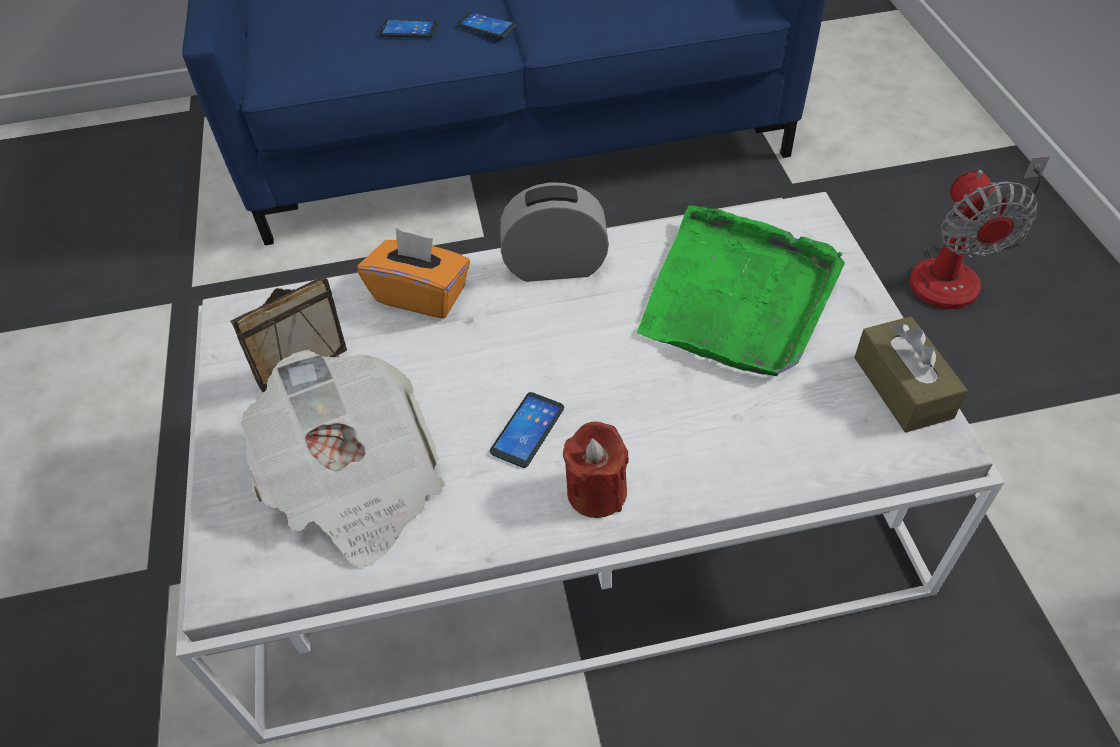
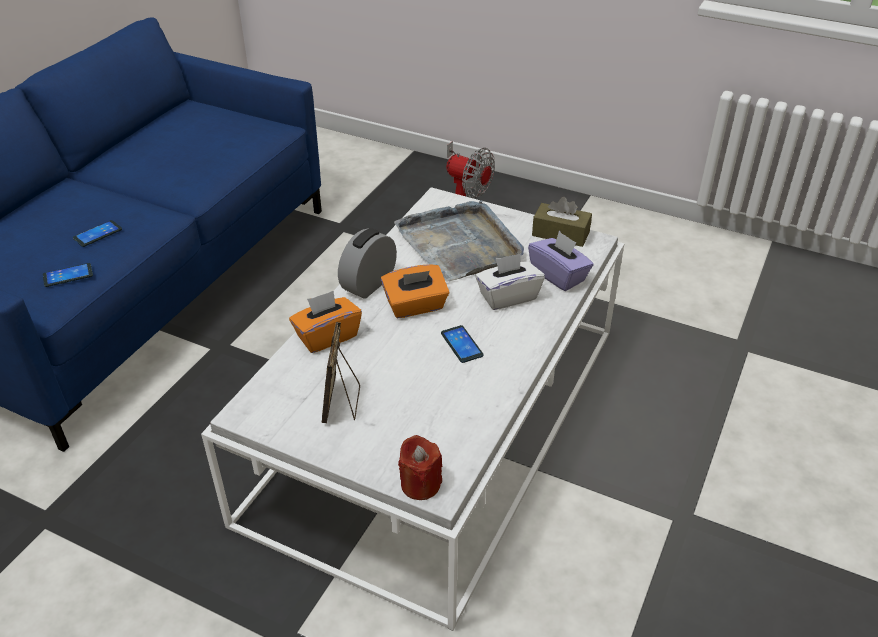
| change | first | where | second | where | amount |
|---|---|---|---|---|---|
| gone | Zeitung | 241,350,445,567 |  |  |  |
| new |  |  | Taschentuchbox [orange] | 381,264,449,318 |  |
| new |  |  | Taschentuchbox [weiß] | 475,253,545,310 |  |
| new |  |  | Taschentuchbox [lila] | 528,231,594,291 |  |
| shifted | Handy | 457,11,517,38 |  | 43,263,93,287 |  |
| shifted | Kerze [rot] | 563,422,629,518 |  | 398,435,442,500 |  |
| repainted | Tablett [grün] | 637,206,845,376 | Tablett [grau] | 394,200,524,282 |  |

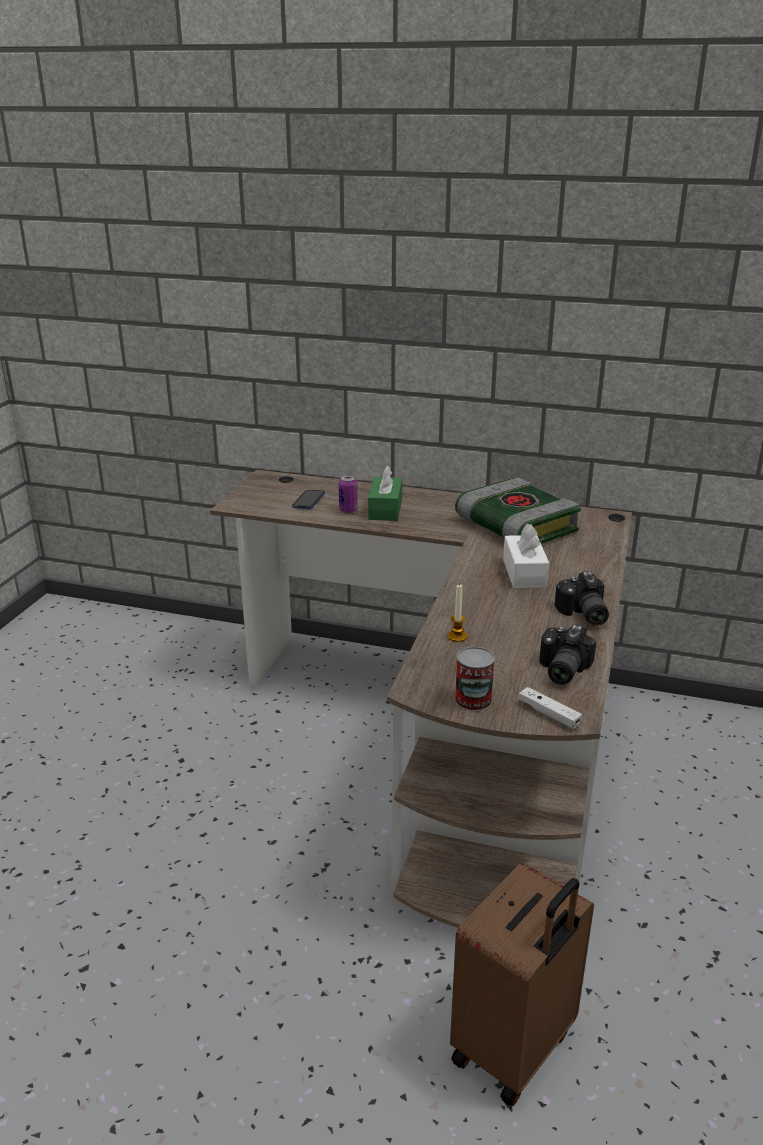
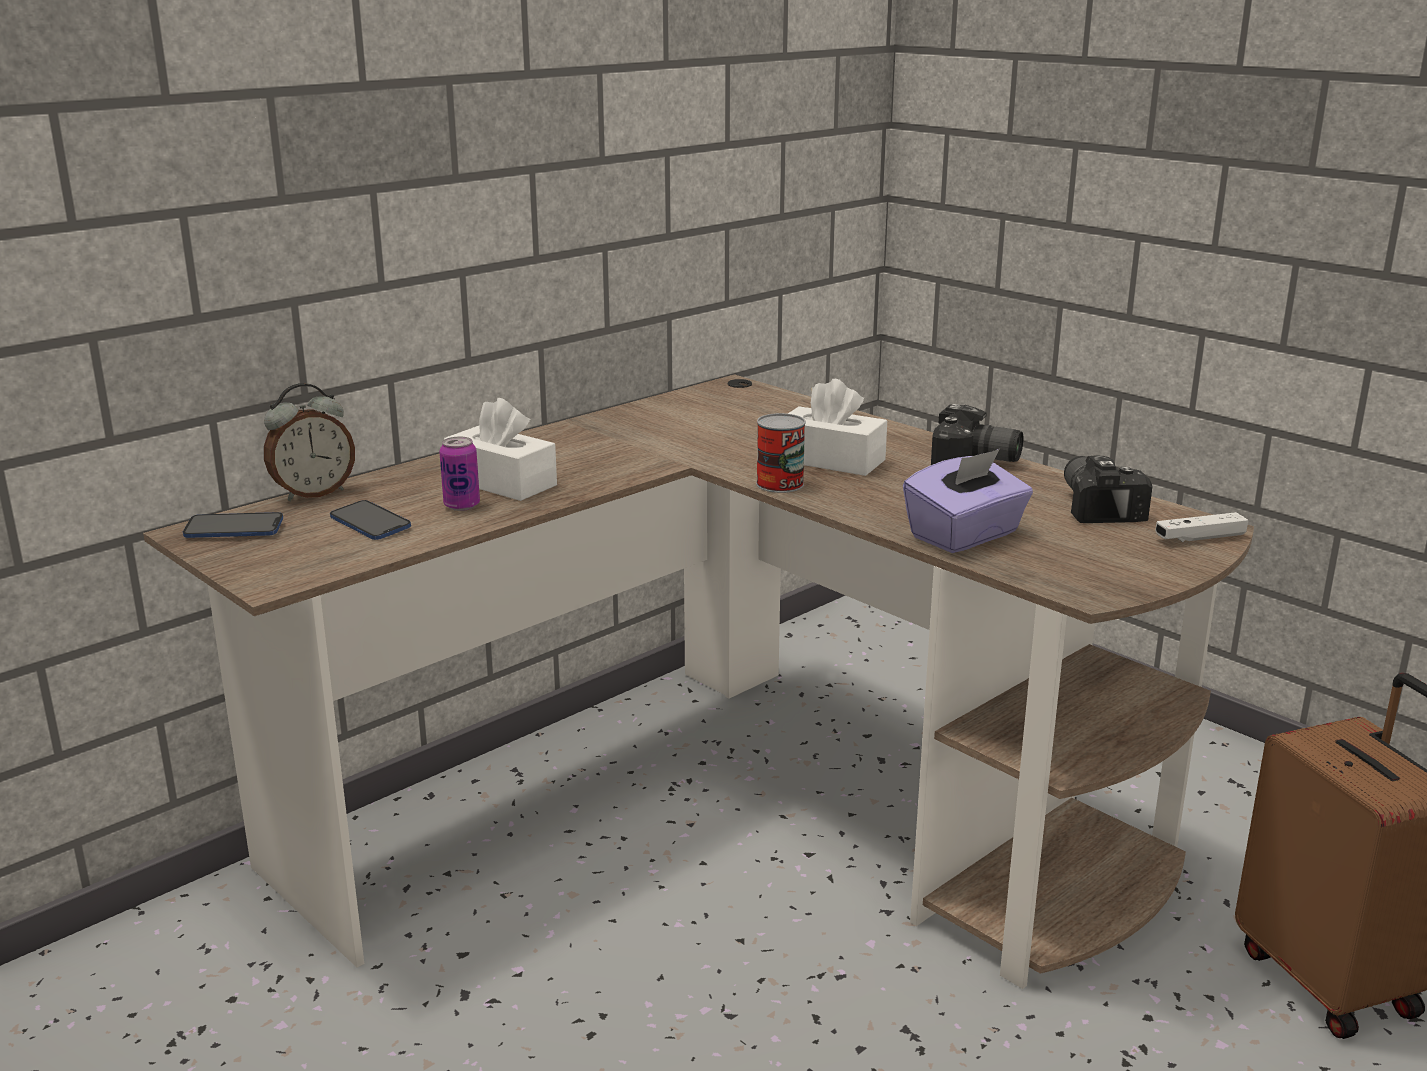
| change | first | where | second | where | amount |
|---|---|---|---|---|---|
| gone | Buch | 455,477,581,544 |  |  |  |
| new |  |  | Handy | 183,512,283,538 |  |
| new |  |  | Wecker | 264,383,355,501 |  |
| shifted | Dose | 455,647,495,711 |  | 756,413,806,493 |  |
| swapped | Kerze | 447,584,467,642 | Taschentuchbox [lila] | 903,449,1033,553 |  |
| repainted | Taschentuchbox [grün] | 368,465,402,521 | Taschentuchbox [weiß] | 444,398,557,501 |  |
| rotated | Kamera | 539,624,596,685 |  | 1064,455,1152,523 | 150 degrees counterclockwise |

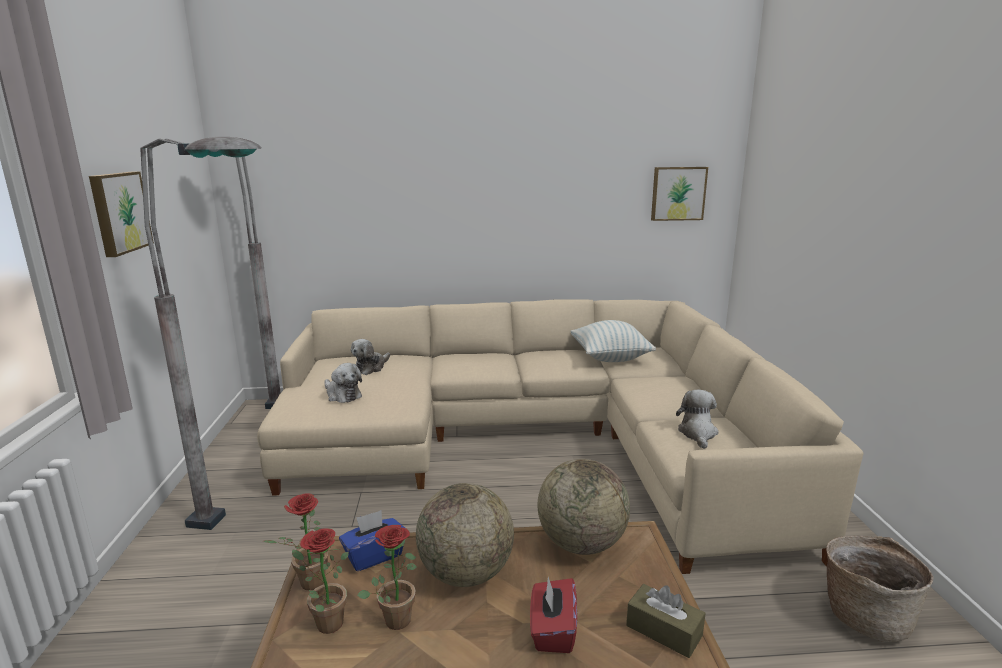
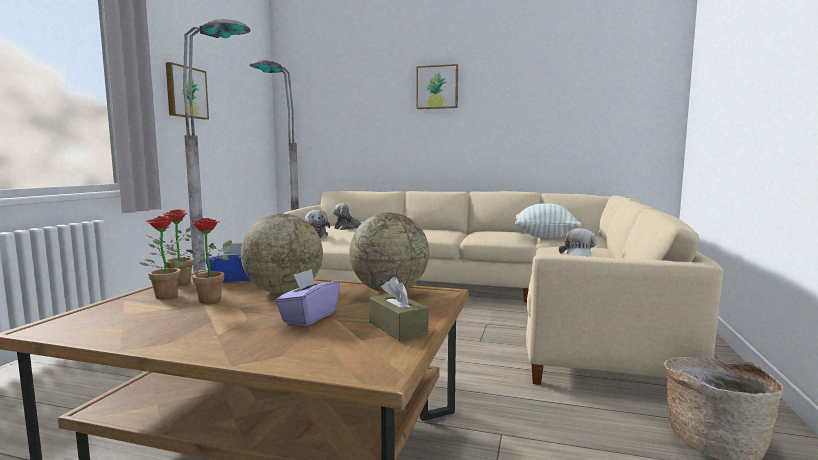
| change | first | where | second | where | amount |
|---|---|---|---|---|---|
| shifted | Bild | 651,167,708,221 |  | 416,64,458,109 |  |
| repainted | Taschentuchbox [rot] | 530,577,577,653 | Taschentuchbox [lila] | 275,269,340,326 |  |

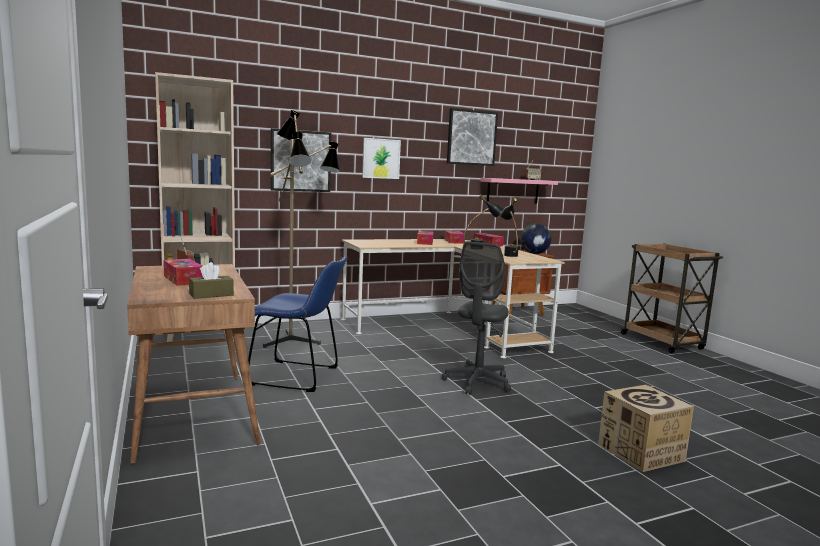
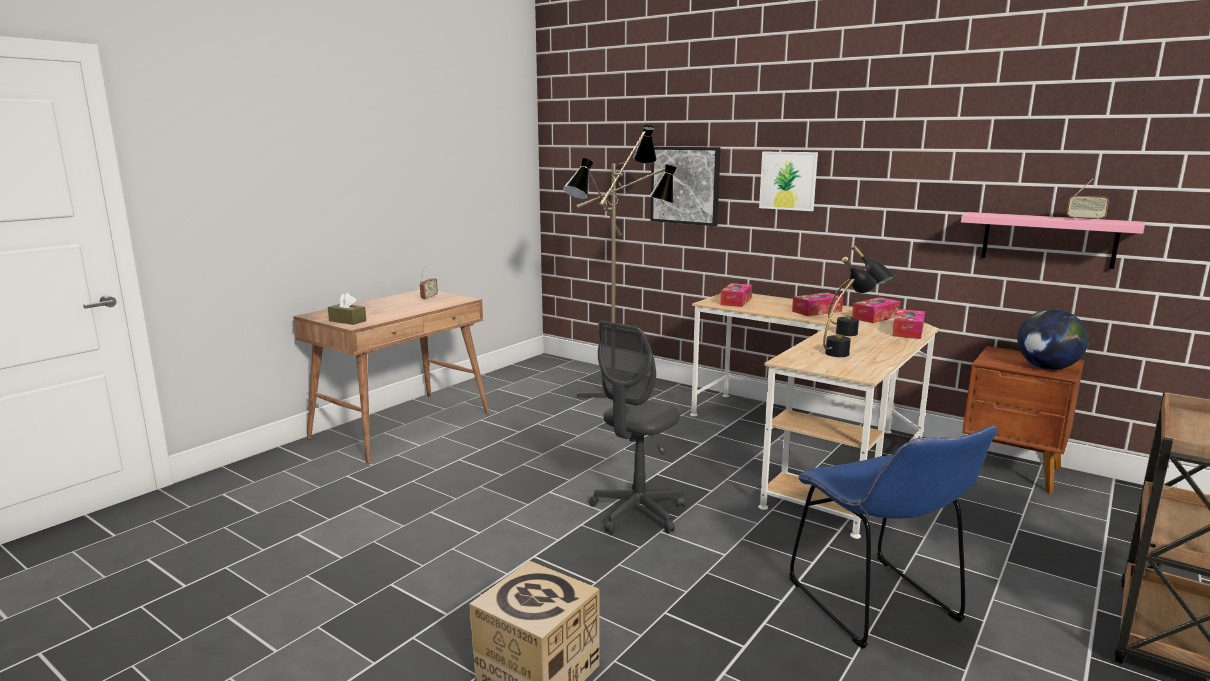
| change | first | where | second | where | amount |
|---|---|---|---|---|---|
| gone | Bücherregal [beige] | 155,72,235,342 |  |  |  |
| gone | Bild | 447,108,498,166 |  |  |  |
| shifted | Taschentuchbox | 163,259,203,286 |  | 720,283,752,307 |  |
| shifted | Stuhl [blau] | 248,255,348,392 |  | 789,426,997,649 |  |
| rotated | Bürostuhl [grau] | 442,241,511,395 |  | 589,321,685,534 | 45 degrees counterclockwise |

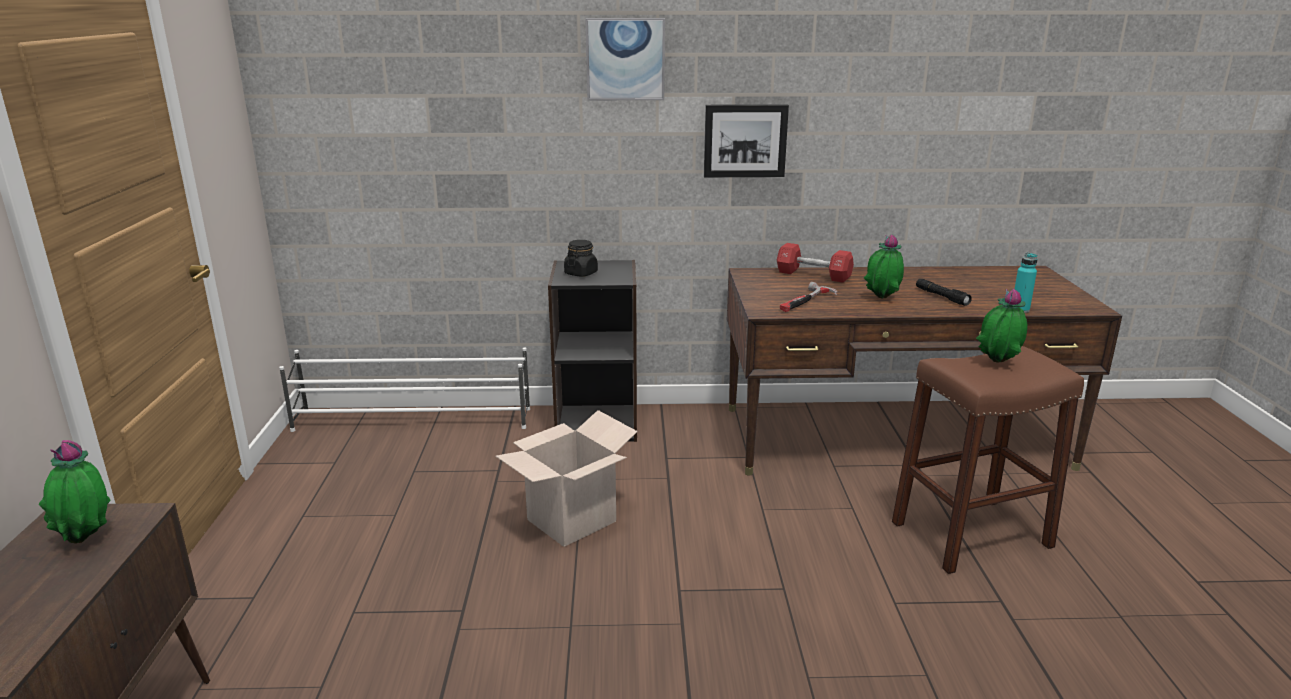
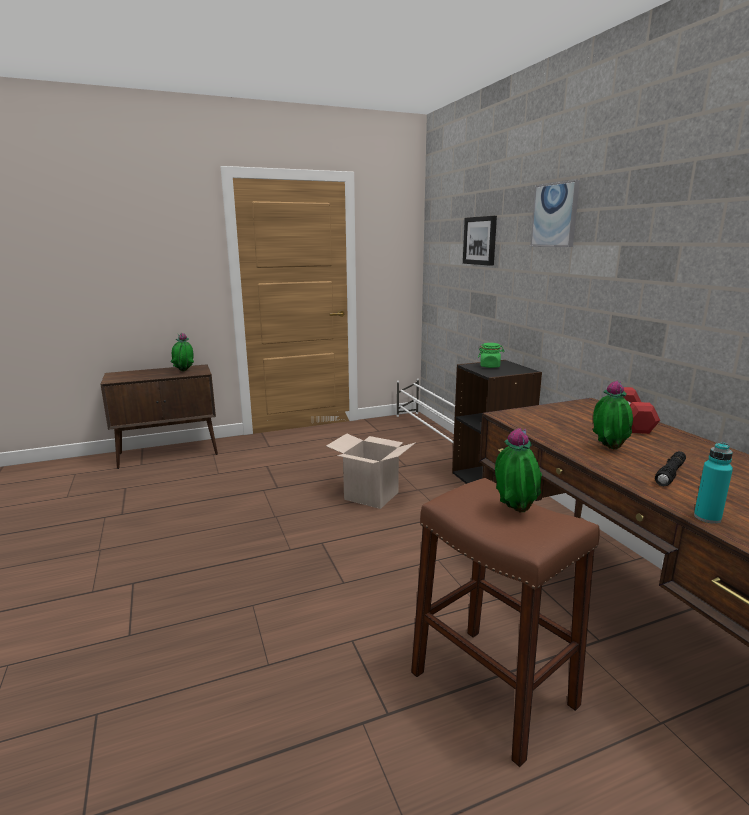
| change | first | where | second | where | amount |
|---|---|---|---|---|---|
| gone | Hammer | 780,282,837,312 |  |  |  |
| shifted | Bild | 704,104,789,177 |  | 463,216,497,266 |  |
| repainted | Vorratsglas [schwarz] | 564,240,598,277 | Vorratsglas [grün] | 478,343,504,368 |  |

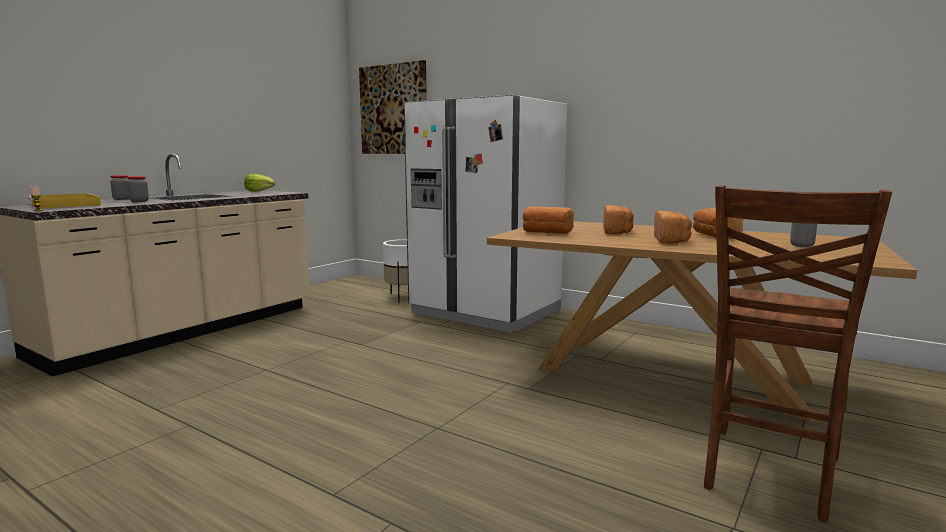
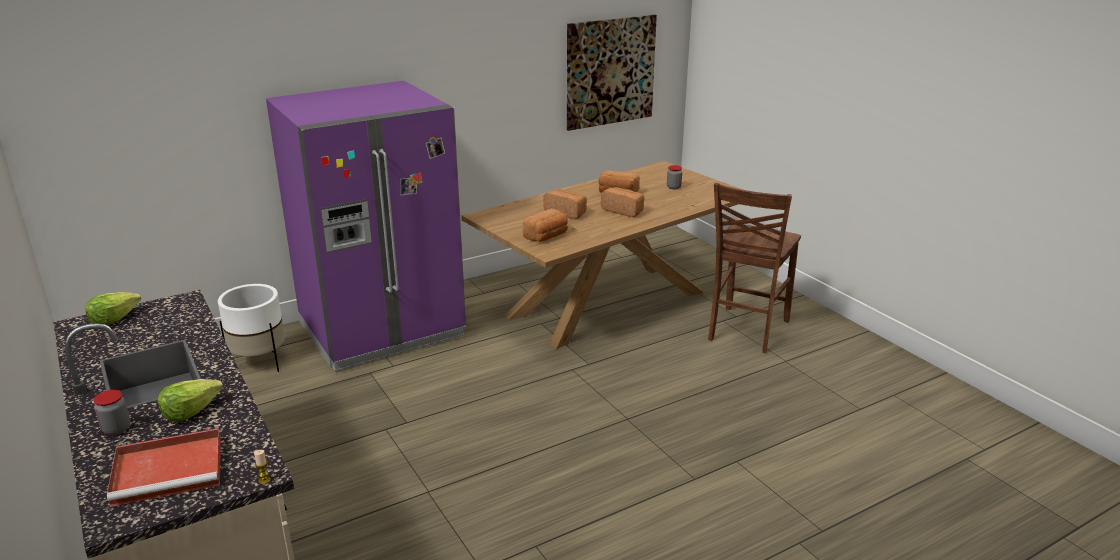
| change | first | where | second | where | amount |
|---|---|---|---|---|---|
| shifted | Bild | 359,60,427,154 |  | 567,15,657,131 |  |
| swapped | Vorratsglas | 127,176,149,202 | Salatkopf | 158,379,223,422 |  |
| repainted | Tablett [gelb] | 28,193,101,208 | Tablett [rot] | 107,428,221,507 |  |
| repainted | Kühlschrank [weiß] | 404,95,567,333 | Kühlschrank [lila] | 266,81,466,371 |  |
| rotated | Stuhl [braun] | 704,185,892,523 |  | 708,183,801,353 | 60 degrees clockwise |

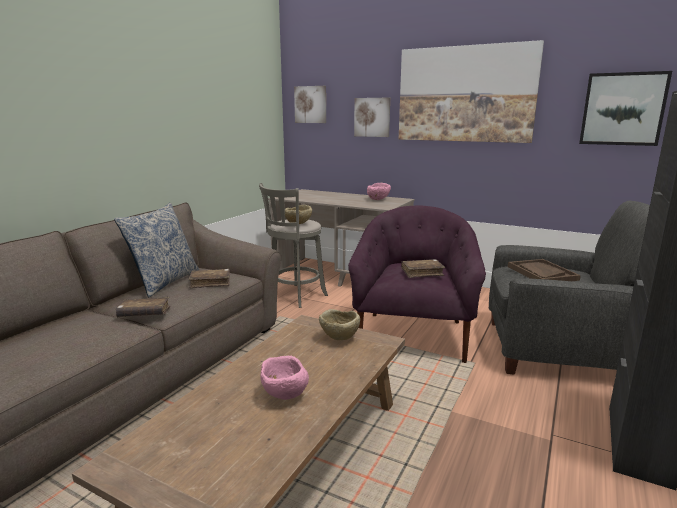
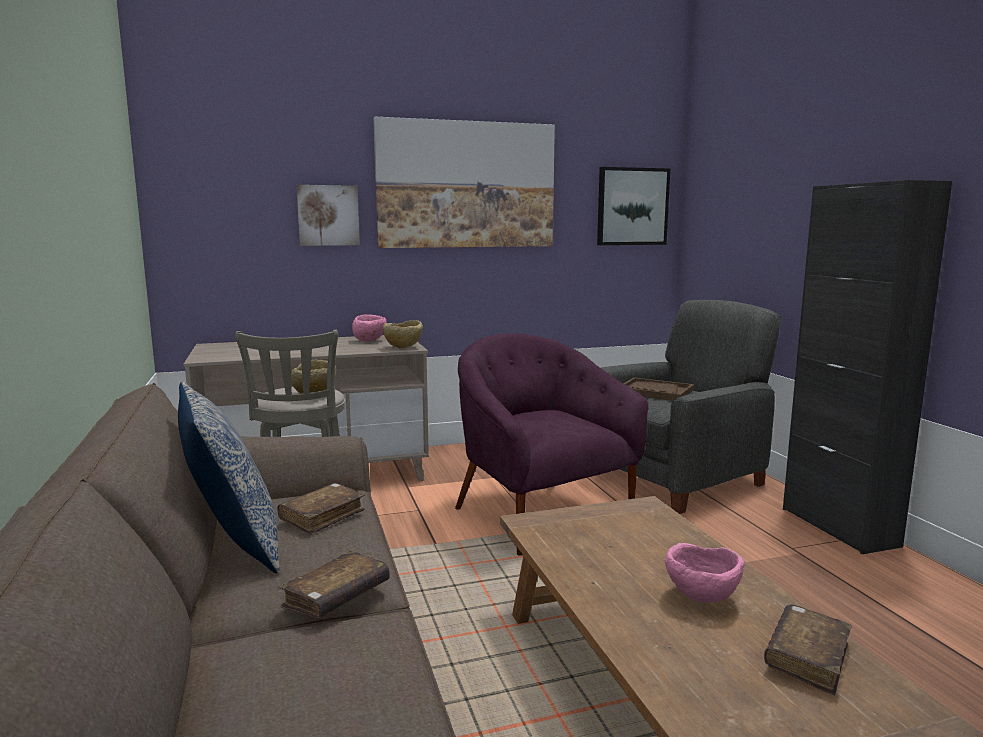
| change | first | where | second | where | amount |
|---|---|---|---|---|---|
| gone | Bild | 294,86,326,123 |  |  |  |
| shifted | Schüssel [beige] | 319,309,360,340 |  | 383,320,423,348 |  |
| shifted | Buch [braun] | 401,259,445,278 |  | 764,605,852,696 |  |

